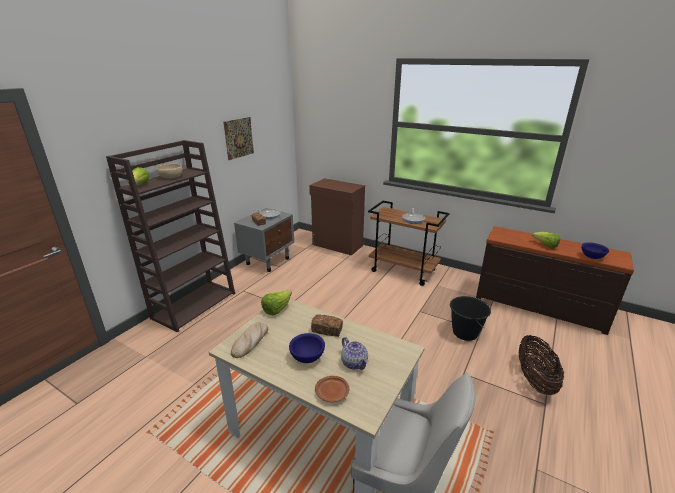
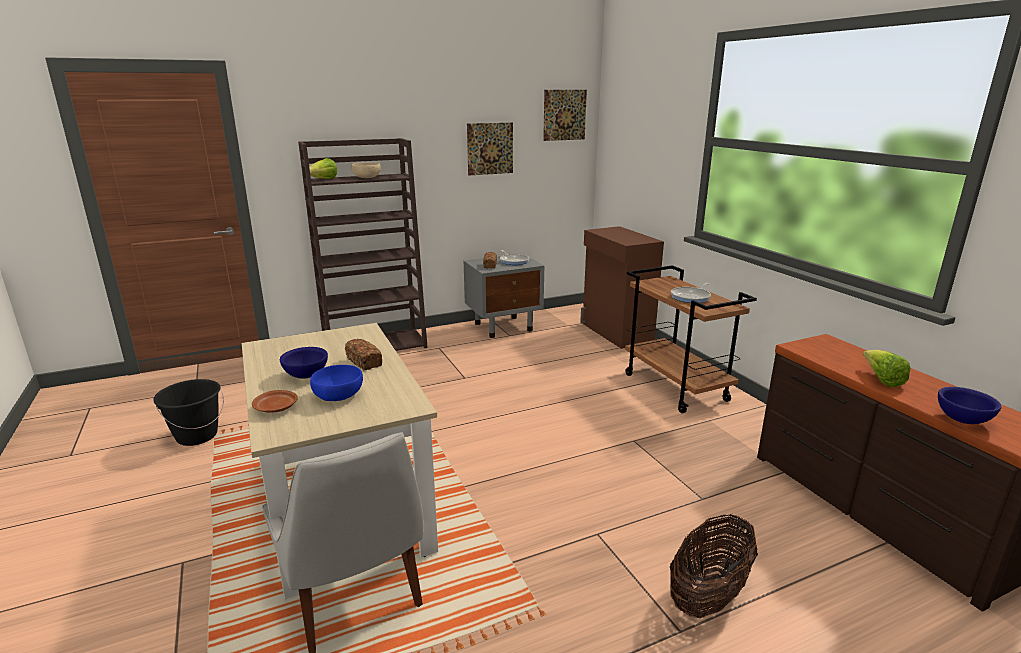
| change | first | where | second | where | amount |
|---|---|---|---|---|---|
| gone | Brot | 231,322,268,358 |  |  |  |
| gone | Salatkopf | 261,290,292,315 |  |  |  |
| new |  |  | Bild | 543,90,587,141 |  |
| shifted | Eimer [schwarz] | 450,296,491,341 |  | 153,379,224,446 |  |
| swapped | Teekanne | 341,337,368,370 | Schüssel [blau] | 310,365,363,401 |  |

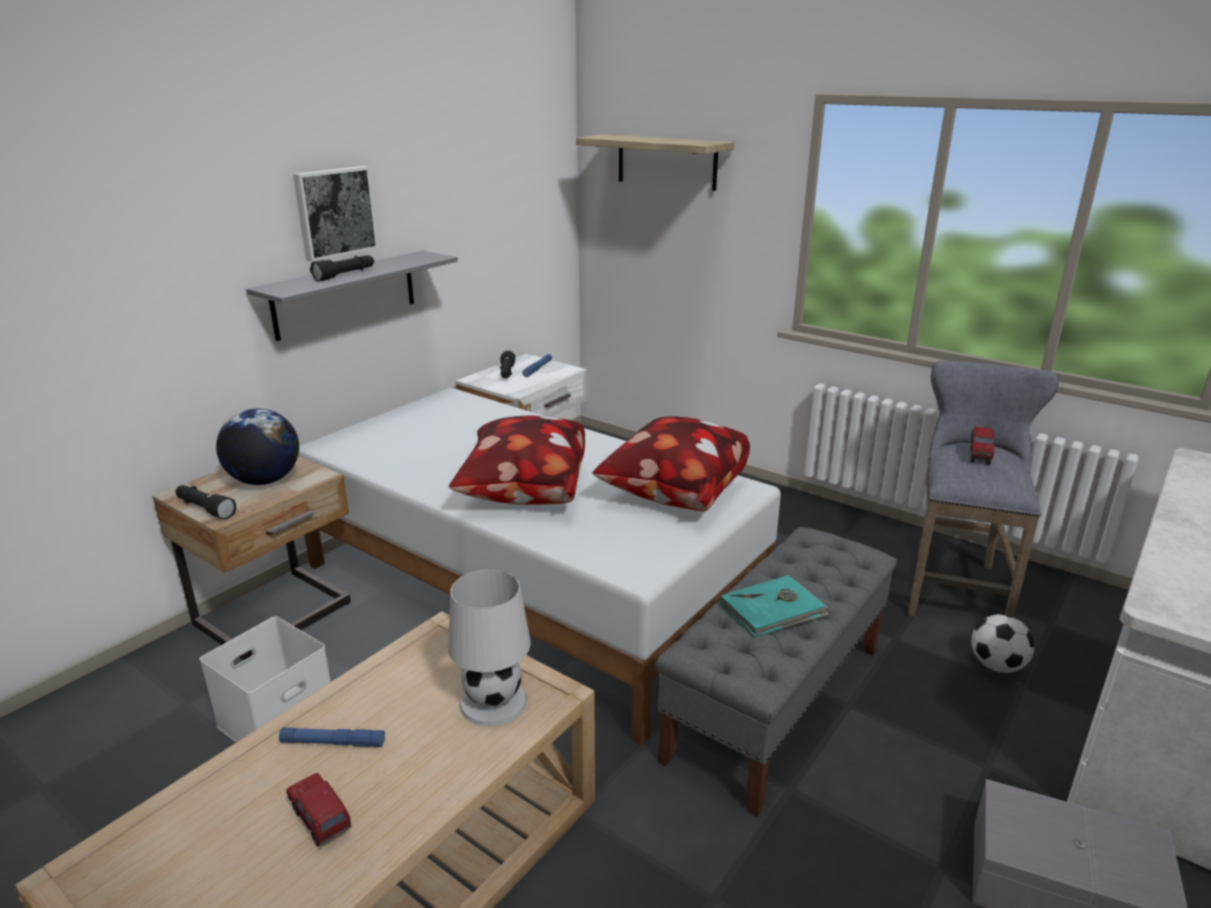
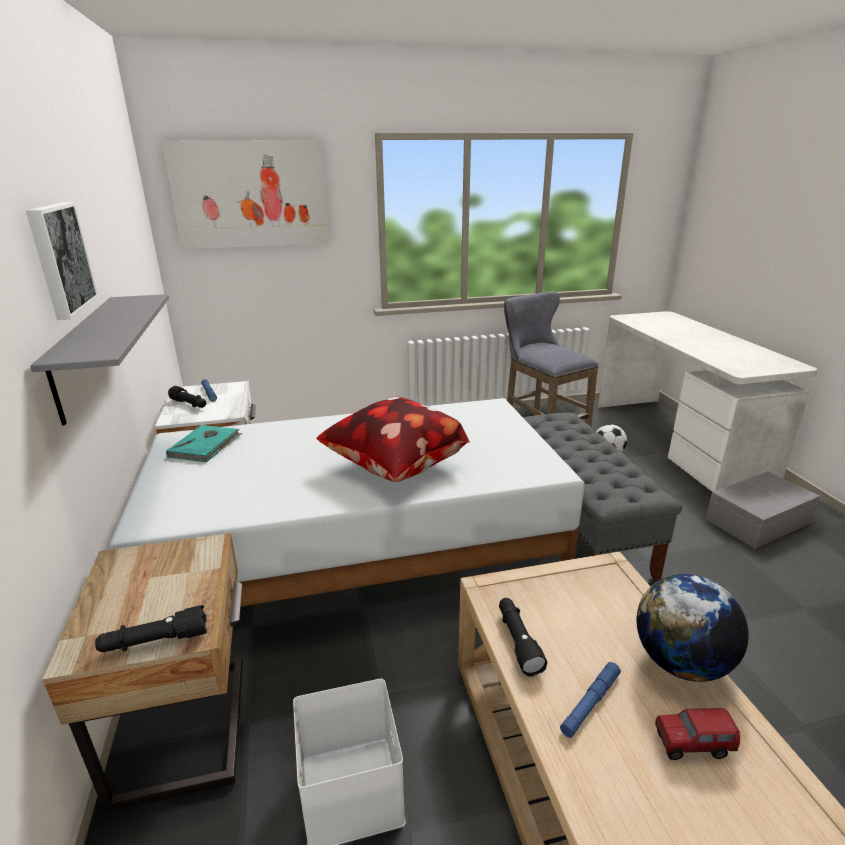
| change | first | where | second | where | amount |
|---|---|---|---|---|---|
| gone | Tischlampe [weiß] | 448,569,531,726 |  |  |  |
| gone | Kissen | 592,416,750,511 |  |  |  |
| gone | Spielzeuglaster | 970,427,994,465 |  |  |  |
| shifted | Globus | 216,408,299,485 |  | 637,574,749,682 |  |
| shifted | Taschenlampe [schwarz] | 310,255,374,282 |  | 499,598,547,677 |  |
| shifted | Buch [türkis] | 720,575,830,638 |  | 166,425,242,462 |  |
| swapped | Wandregal | 576,134,734,191 | Bild | 162,140,328,249 |  |

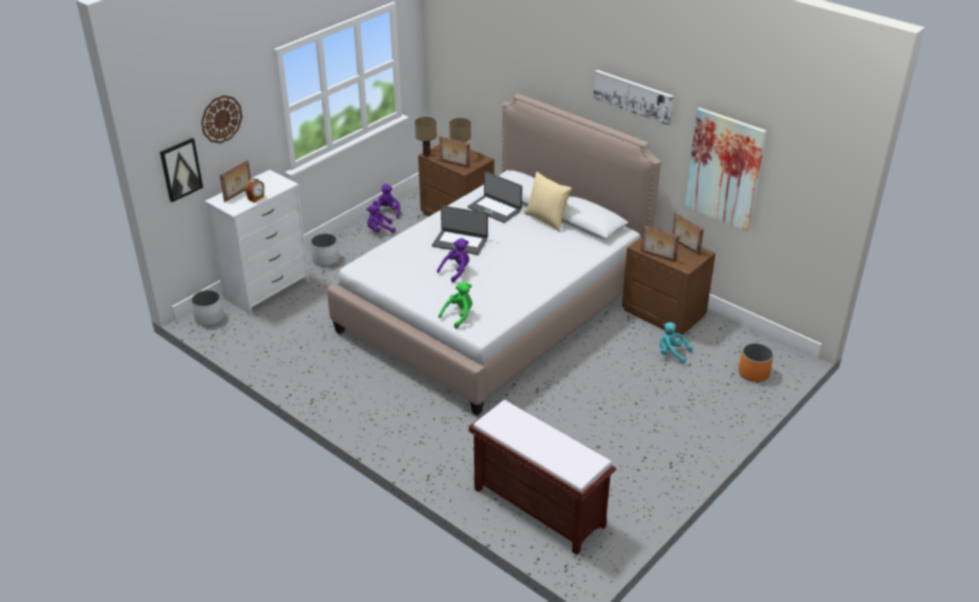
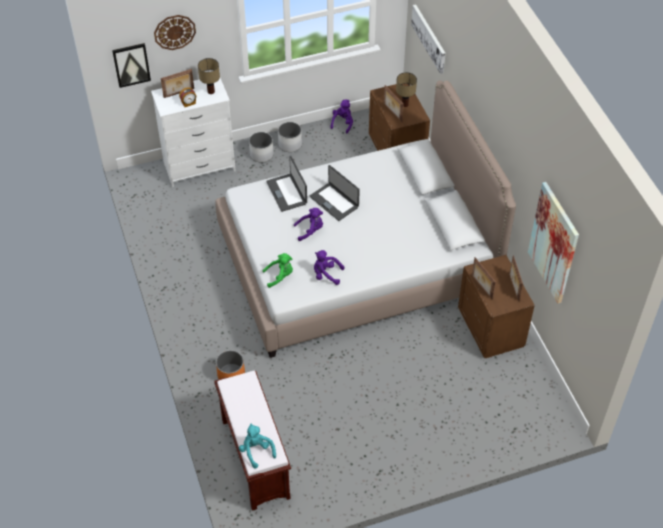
| change | first | where | second | where | amount |
|---|---|---|---|---|---|
| gone | Kissen | 524,172,572,232 |  |  |  |
| shifted | Pflanzkübel [weiß] | 191,290,224,326 |  | 278,122,302,152 |  |
| shifted | Plüschtier [lila] | 366,204,396,233 |  | 314,250,344,285 |  |
| shifted | Tischlampe | 415,117,437,156 |  | 198,58,220,94 |  |
| shifted | Laptop | 467,171,522,223 |  | 266,156,307,212 |  |
| shifted | Bild | 593,70,674,126 |  | 411,4,446,74 |  |
| shifted | Plüschtier [türkis] | 660,322,693,363 |  | 239,424,276,469 |  |
| shifted | Pflanzkübel [orange] | 739,343,774,382 |  | 216,350,245,379 |  |

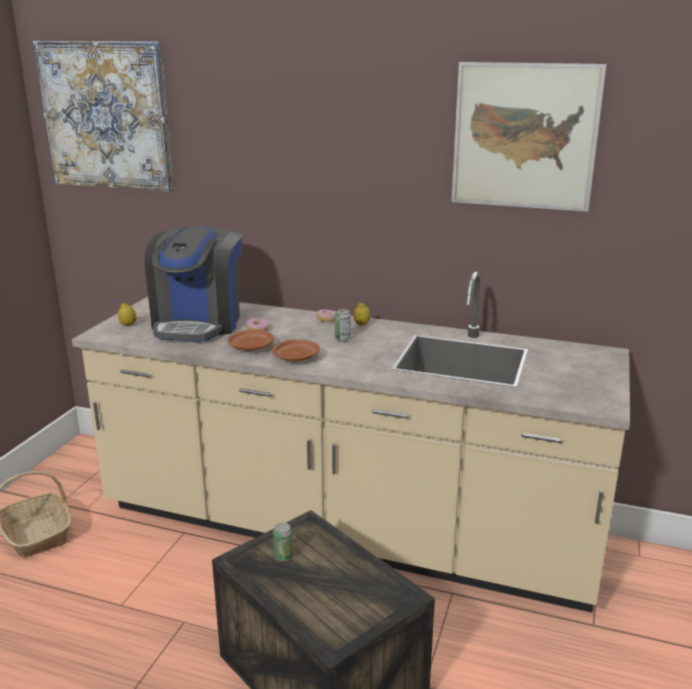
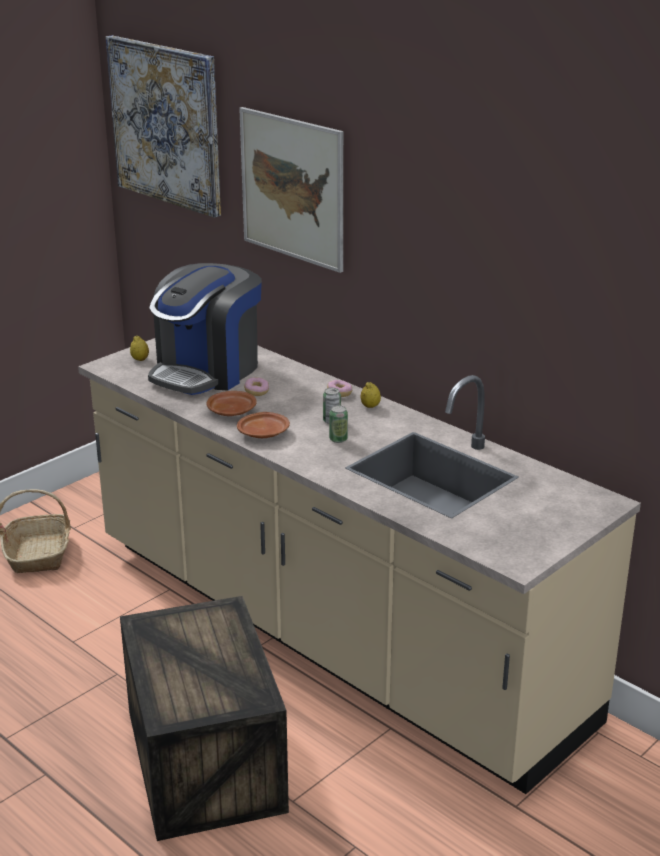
| change | first | where | second | where | amount |
|---|---|---|---|---|---|
| shifted | Dose | 273,523,293,562 |  | 329,405,348,443 |  |
| shifted | Bild | 451,62,606,212 |  | 239,107,343,273 |  |

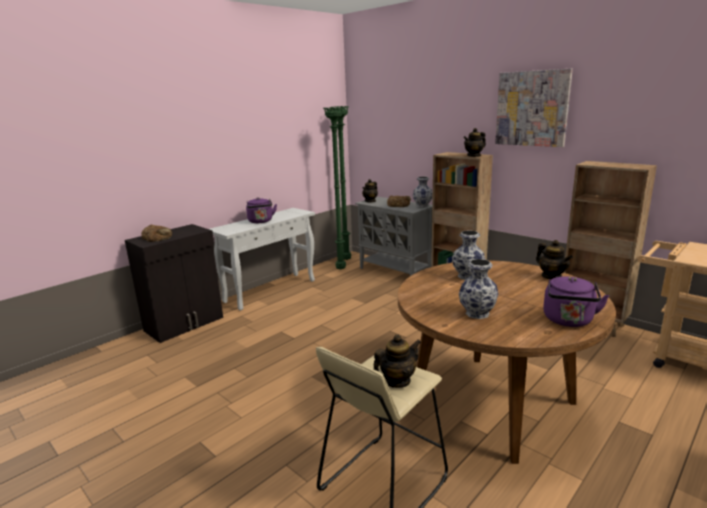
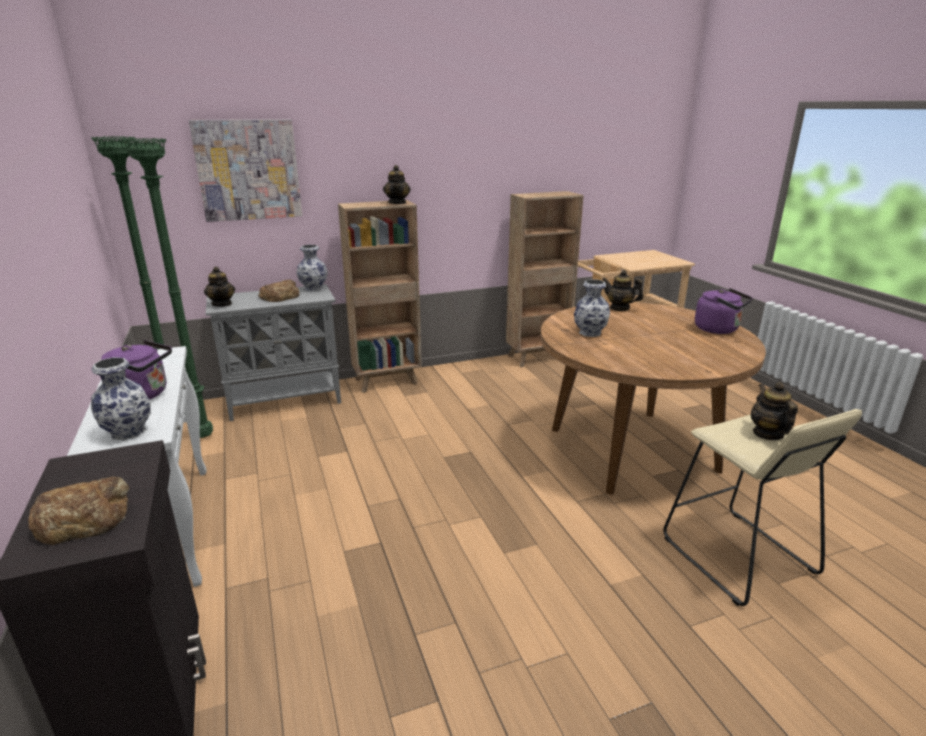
| change | first | where | second | where | amount |
|---|---|---|---|---|---|
| shifted | Vase | 459,259,498,319 |  | 91,357,151,440 |  |
| shifted | Bild | 495,69,573,147 |  | 189,119,302,222 |  |
| rotated | Teekanne | 536,240,573,280 |  | 602,270,644,311 | 150 degrees counterclockwise |

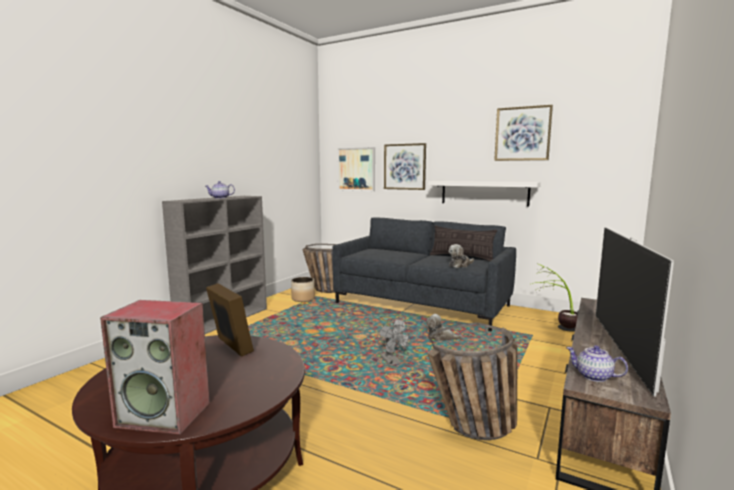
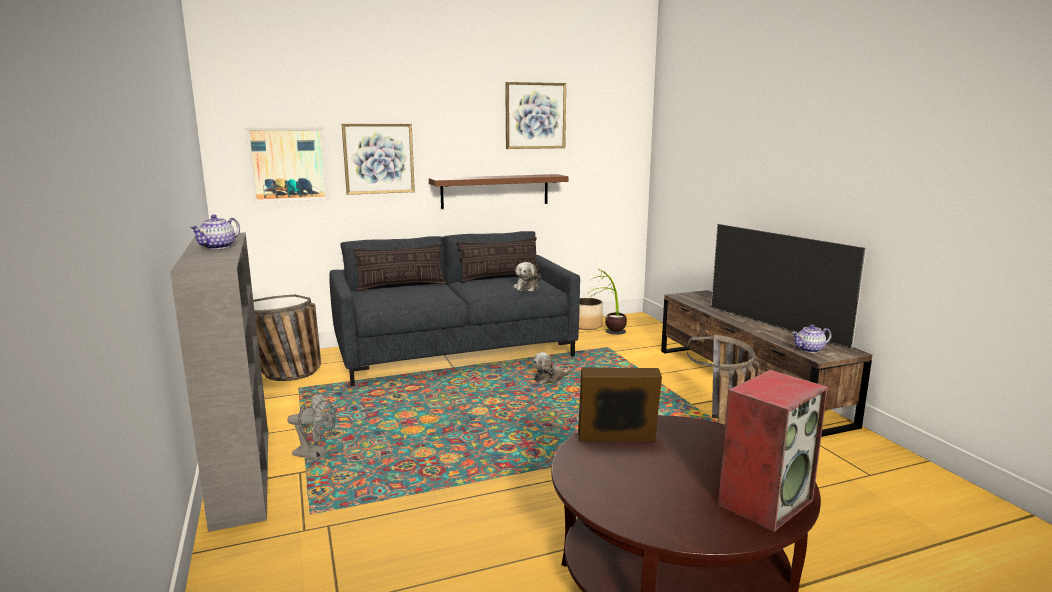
| change | first | where | second | where | amount |
|---|---|---|---|---|---|
| new |  |  | Kissen | 353,243,446,292 |  |
| shifted | Pflanzkübel | 291,277,315,302 |  | 579,298,603,330 |  |
| shifted | Ventilator [grau] | 377,318,411,366 |  | 287,392,336,460 |  |
| repainted | Wandregal [weiß] | 428,181,541,207 | Wandregal [braun] | 429,174,568,209 |  |

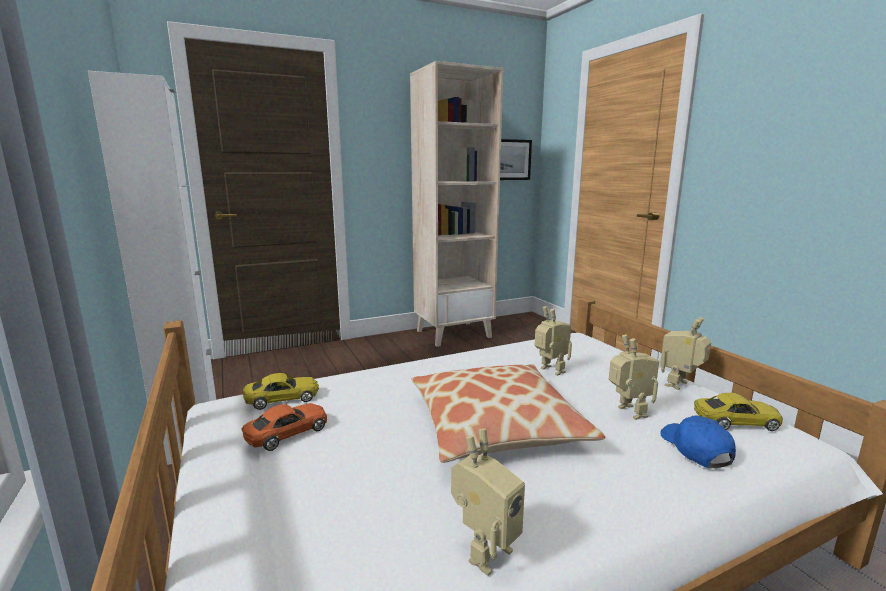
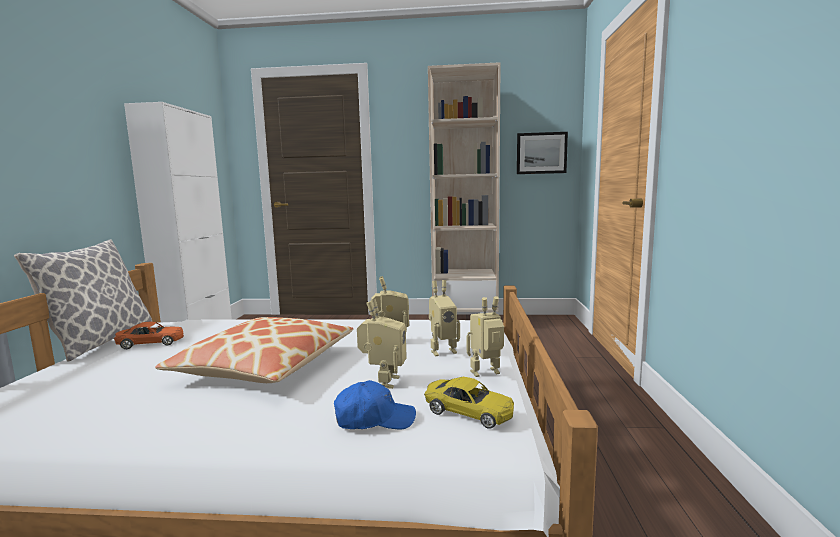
| change | first | where | second | where | amount |
|---|---|---|---|---|---|
| gone | Spielzeugauto [gelb] | 243,373,319,410 |  |  |  |
| new |  |  | Kissen | 14,239,153,362 |  |
| shifted | Spielzeugroboter | 451,428,525,576 |  | 429,280,460,356 |  |
| rotated | Kappe [blau] | 660,416,736,468 |  | 334,380,416,429 | 60 degrees clockwise |

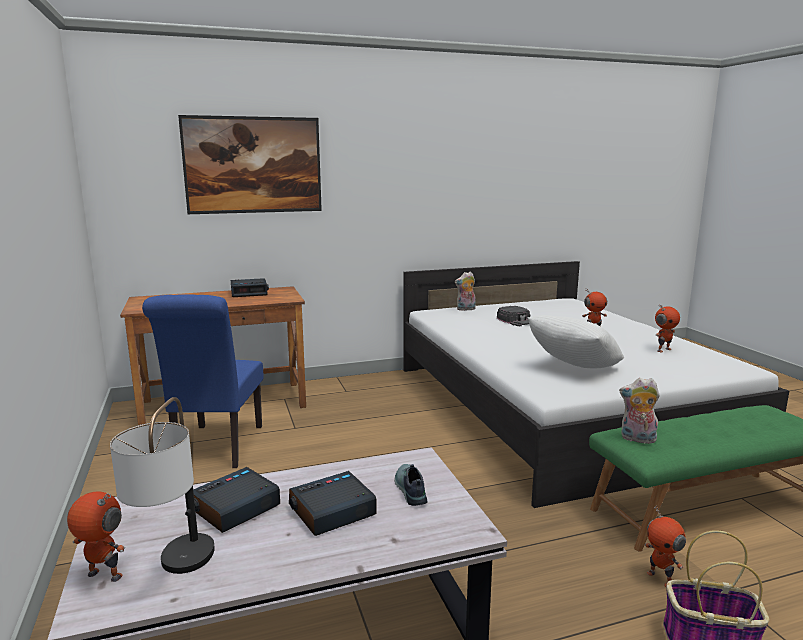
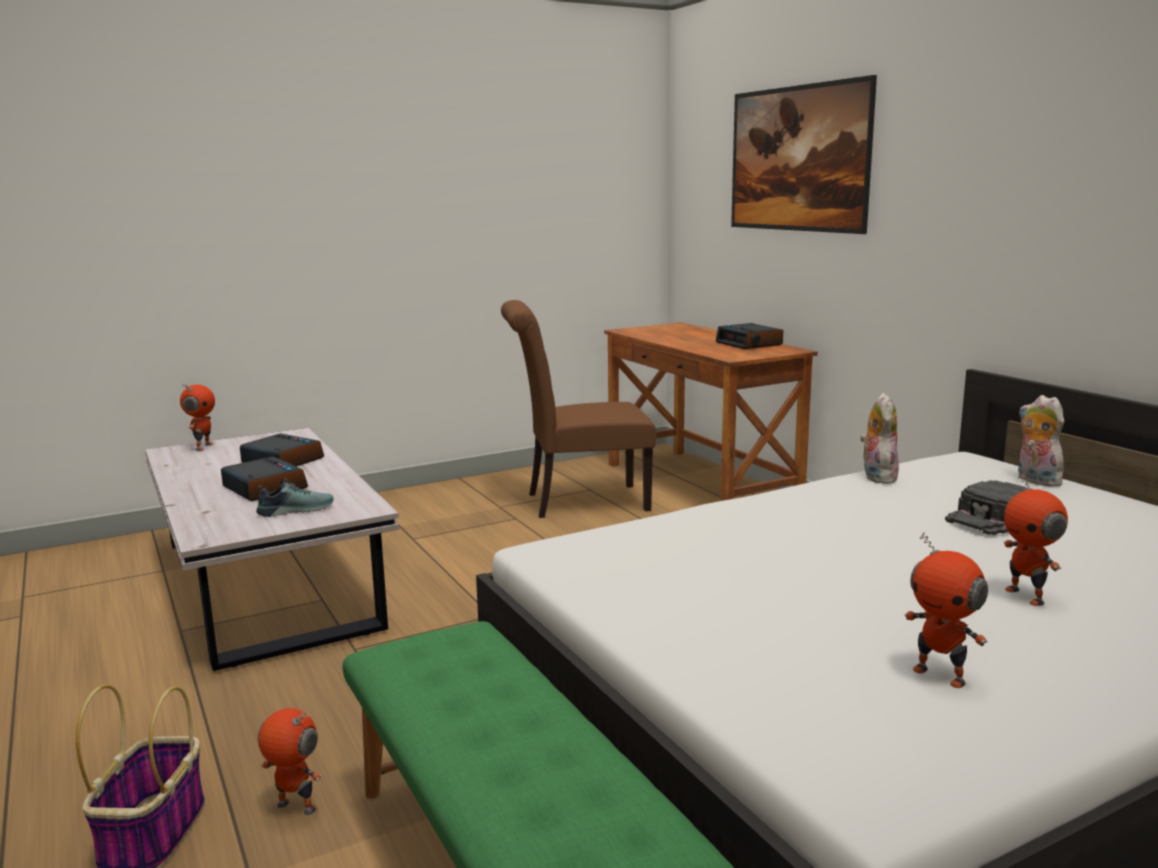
| change | first | where | second | where | amount |
|---|---|---|---|---|---|
| gone | Tischlampe | 110,397,215,574 |  |  |  |
| gone | Kissen [weiß] | 527,315,624,368 |  |  |  |
| shifted | Plüschtier | 619,378,660,444 |  | 860,393,899,484 |  |
| repainted | Stuhl [blau] | 142,294,264,468 | Stuhl [braun] | 501,300,656,518 |  |
| rotated | Spielzeugroboter | 645,505,686,587 |  | 258,708,322,815 | 60 degrees clockwise |

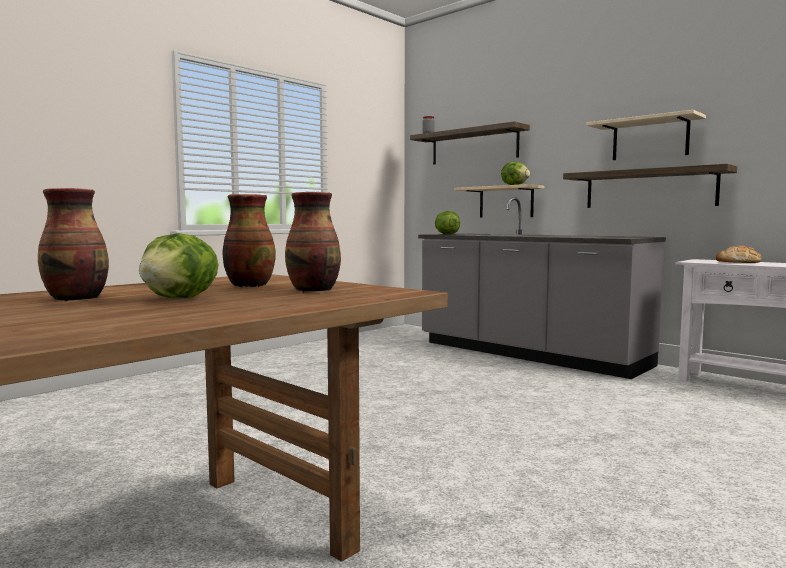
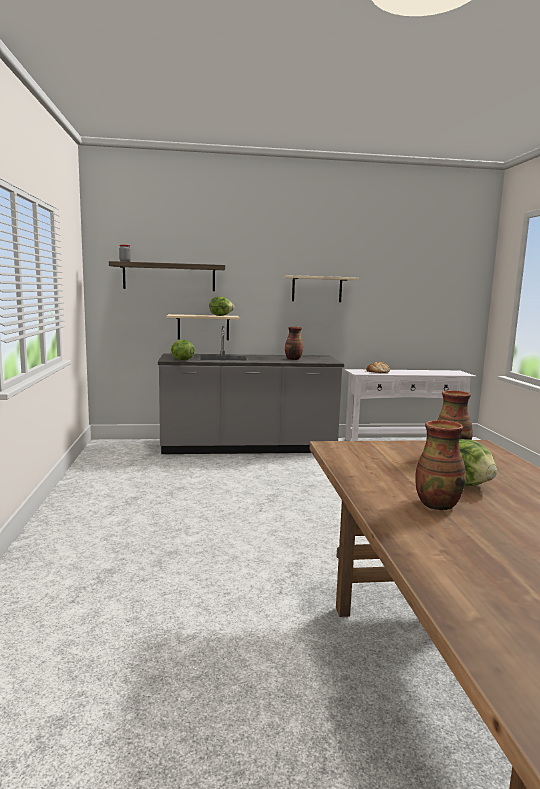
| change | first | where | second | where | amount |
|---|---|---|---|---|---|
| gone | Wandregal | 563,164,737,208 |  |  |  |
| shifted | Vase | 222,194,276,287 |  | 285,327,303,360 |  |

